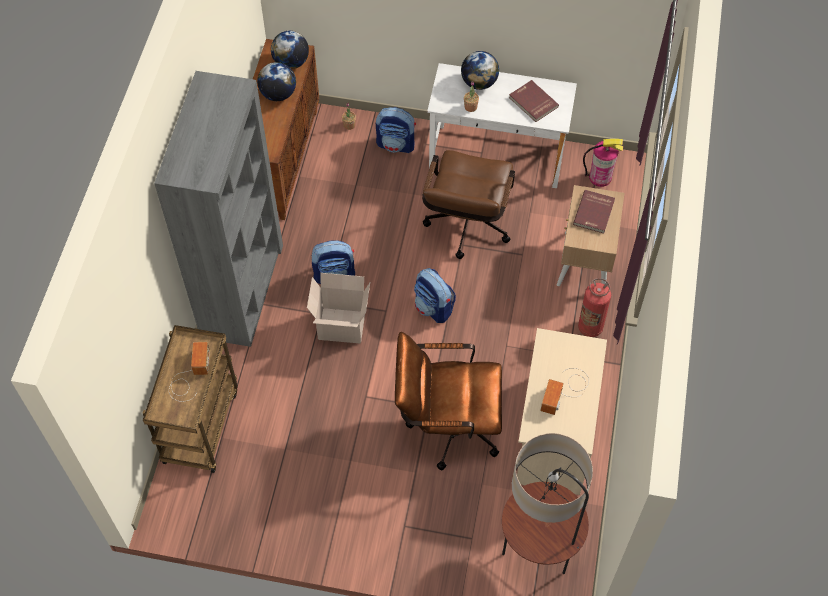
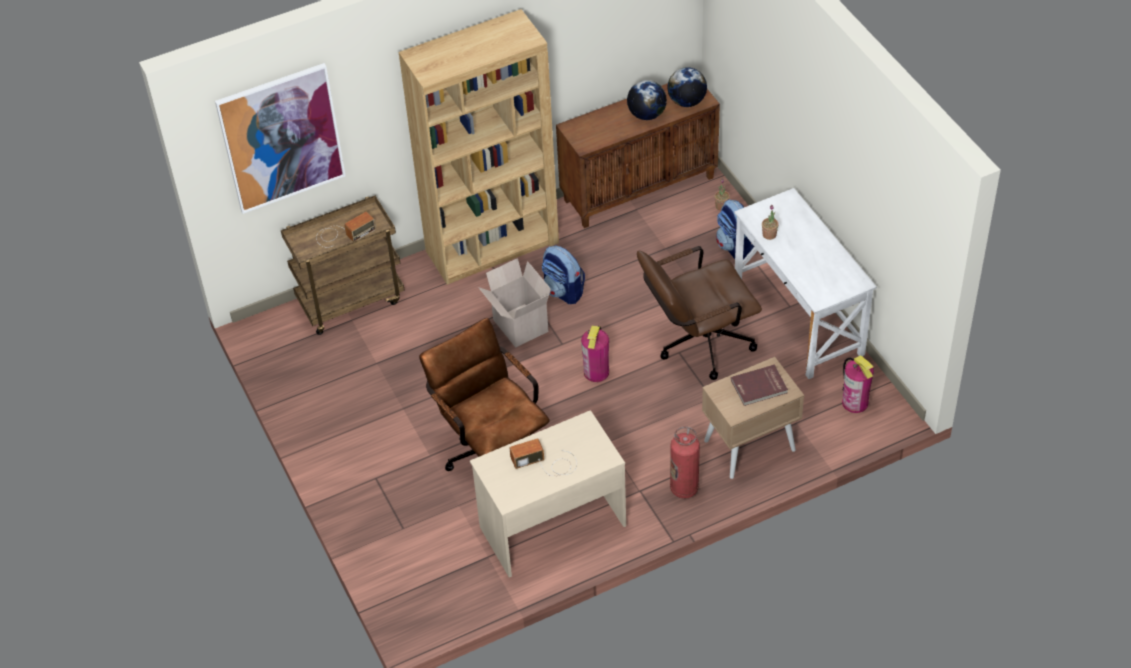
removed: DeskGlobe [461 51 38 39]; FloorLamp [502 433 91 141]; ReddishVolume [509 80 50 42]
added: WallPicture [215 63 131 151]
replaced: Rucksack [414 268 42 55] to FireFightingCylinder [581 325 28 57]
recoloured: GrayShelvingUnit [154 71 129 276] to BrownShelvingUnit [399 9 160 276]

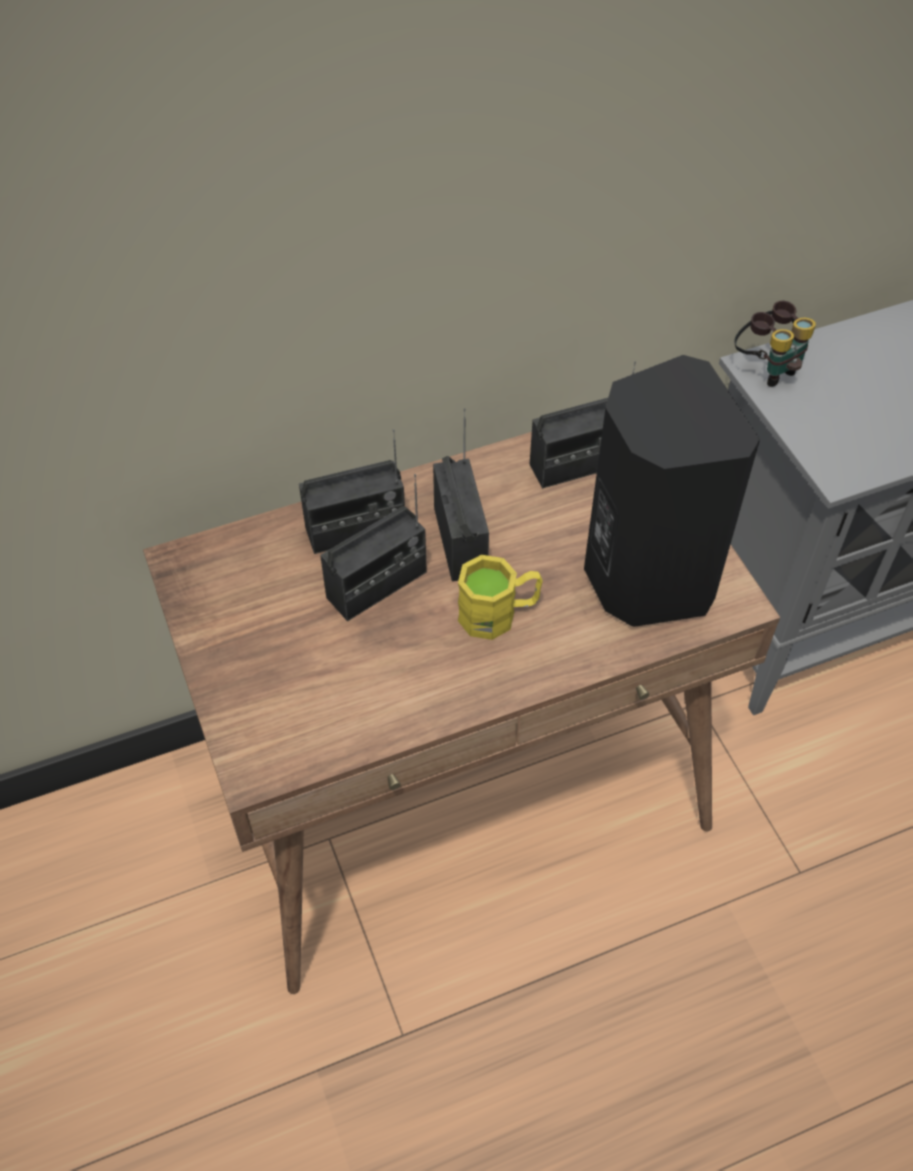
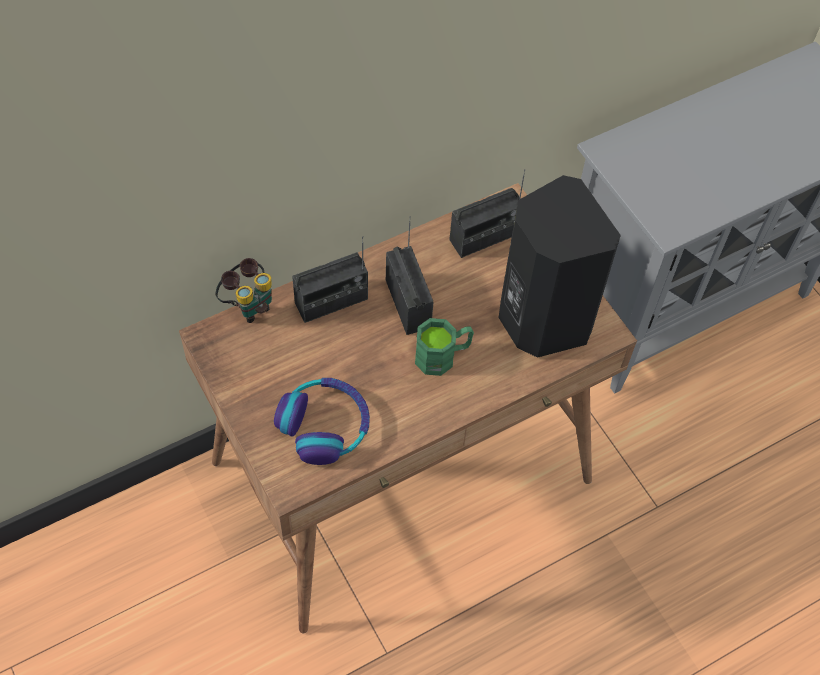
removed: Radio [320 474 107 147]
added: PairOfHeadphones [274 378 96 87]
moved: PairOfBinoculars [734 301 82 86] to [215 258 57 65]
recoloured: YellowColouredTeaMug [458 555 85 85] to GreenColouredTeaMug [415 318 59 58]

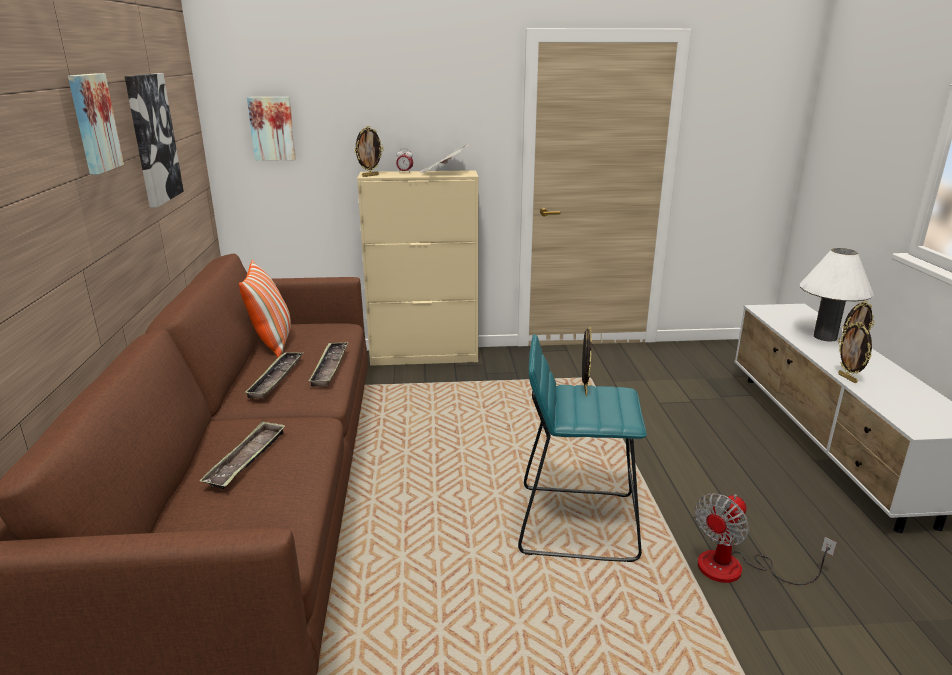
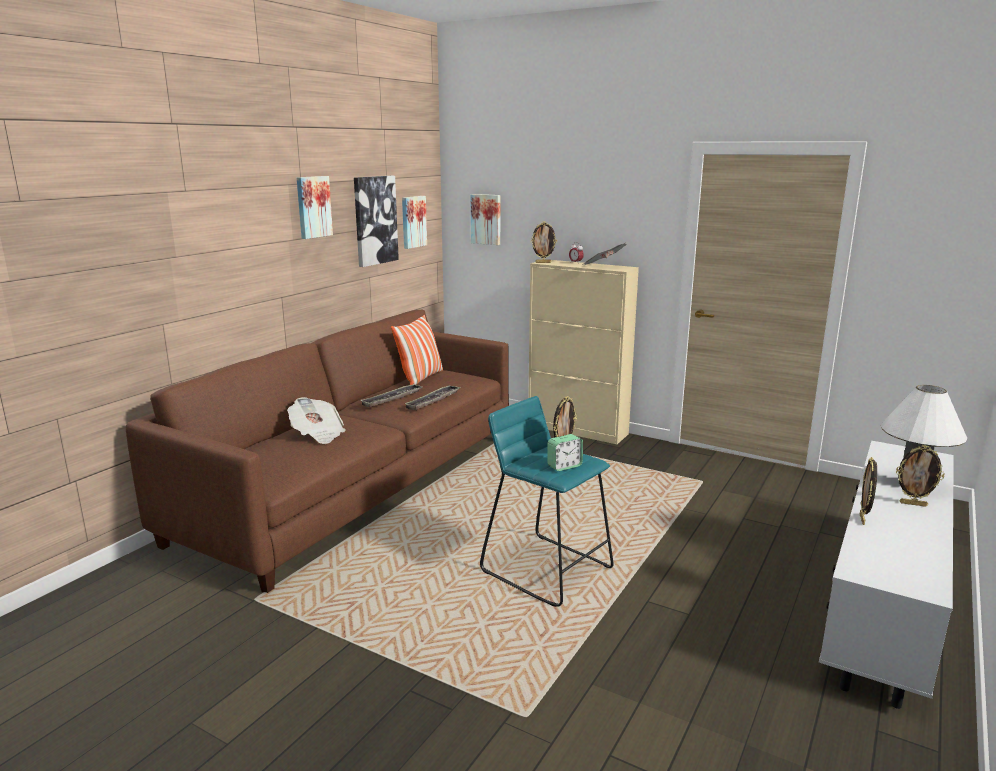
removed: ElectricFan [695 494 142 91]
added: WallPicture [402 196 25 53]; BedsideClock [547 434 36 37]
replaced: Tray [200 421 86 68] to Newspaper [287 397 59 47]

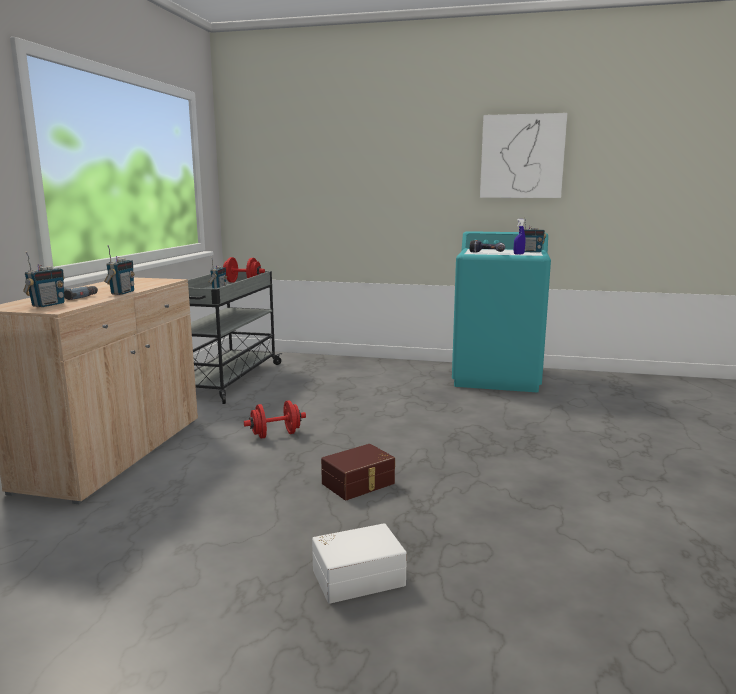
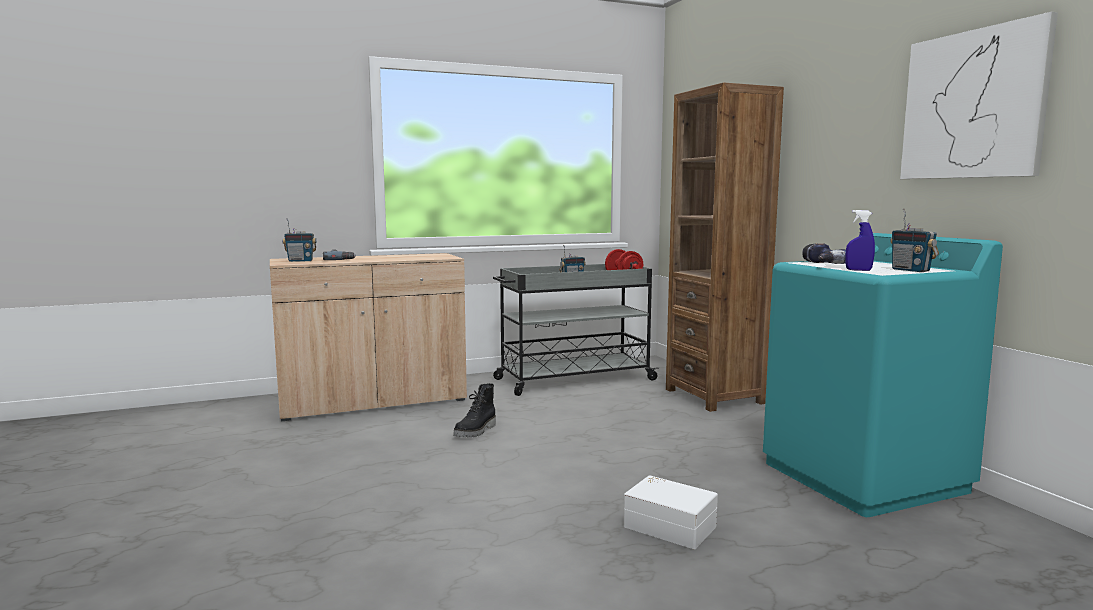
removed: Radio [104 245 31 50]; BrownStorageBin [321 444 74 56]
added: BrownShelvingUnit [666 83 118 329]
moved: WhiteColouredStorageBin [312 523 95 81] to [624 475 94 75]
replaced: ReddishHandWeight [244 400 62 39] to BlackishBoot [453 383 43 54]

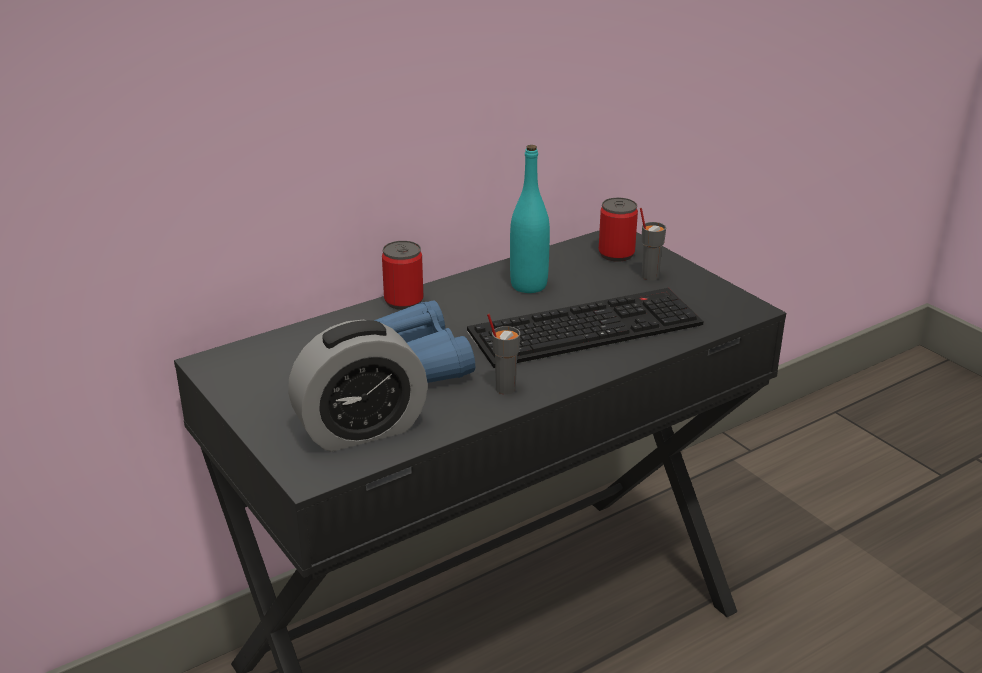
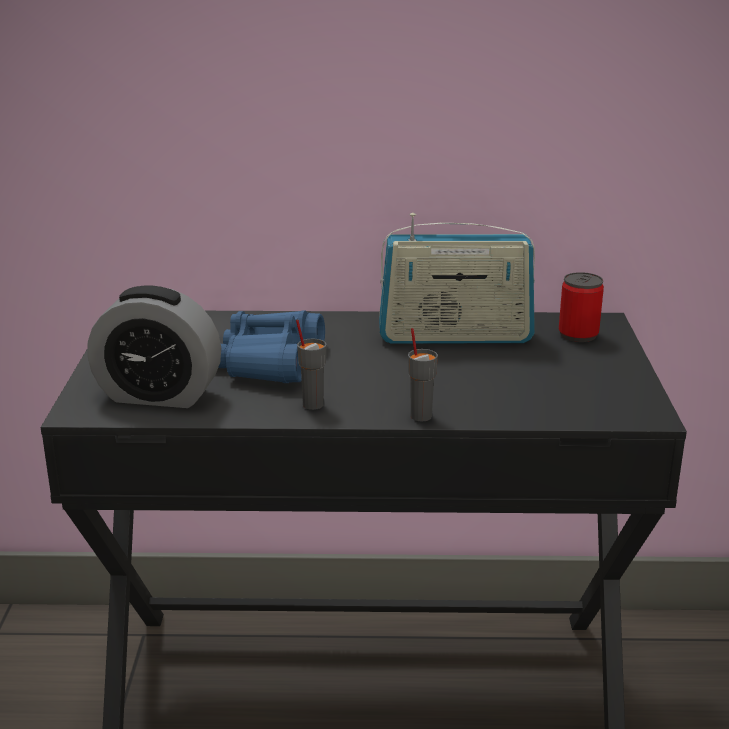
removed: SealedCan [382 241 41 69]; ComputerKeyboard [467 288 237 80]
moved: GraySmallCup [640 208 26 73] to [408 328 30 94]
replaced: BlueGreenBottle [510 145 40 148] to Radio [379 213 156 131]

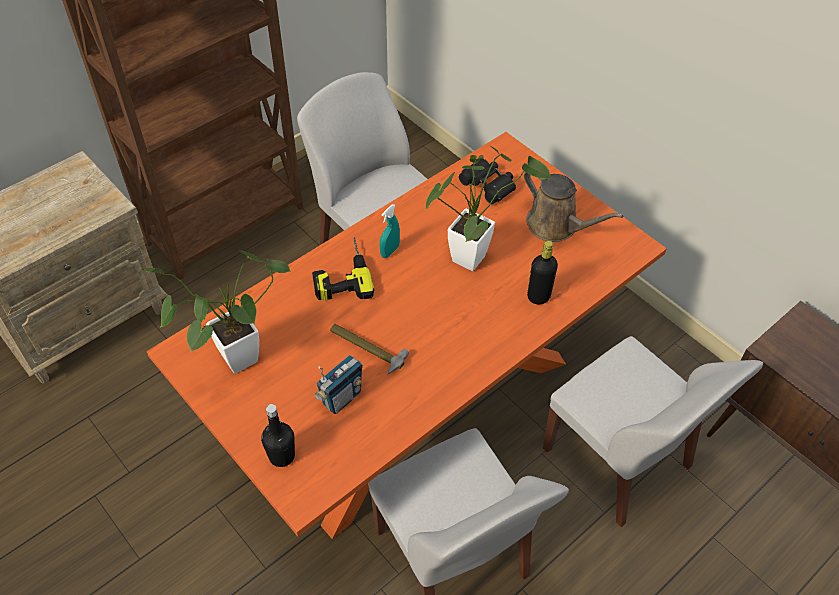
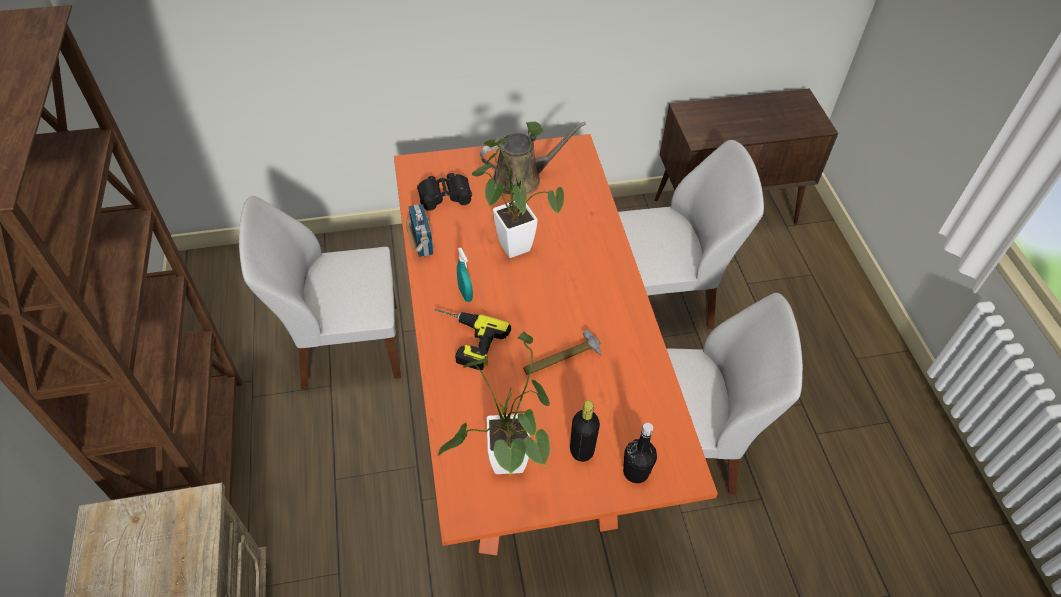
moved: Radio [314 355 49 59] to [406 204 28 53]; BlackishBottle [527 241 31 63] to [570 400 30 62]

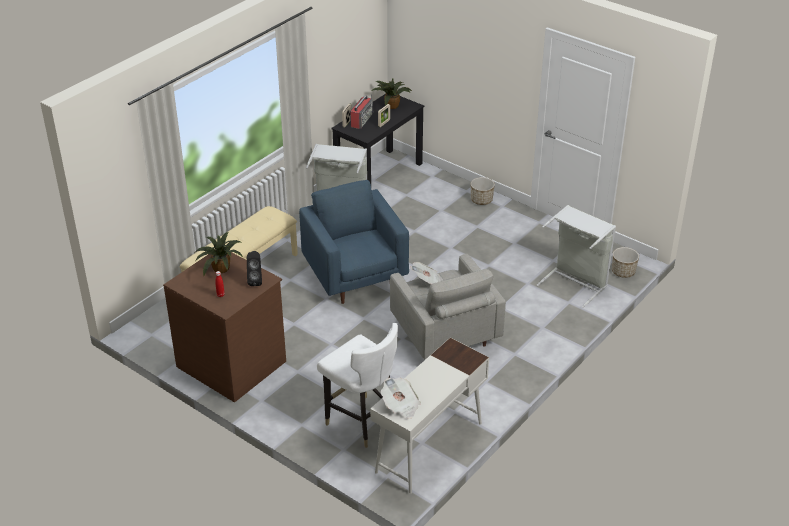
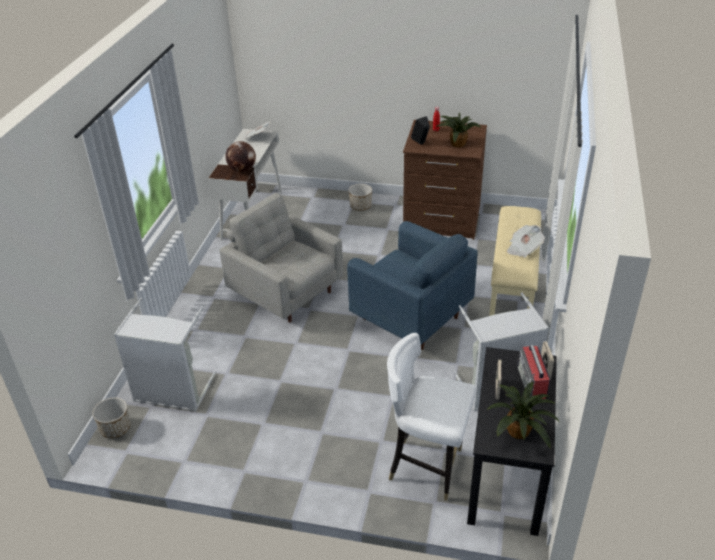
added: DeskGlobe [226 141 30 31]
moved: FlowerPot [471 177 24 28] to [348 184 24 27]; WhiteColouredPlainChair [317 323 81 125] to [387 333 89 168]; Newspaper [410 262 33 22] to [507 225 37 33]

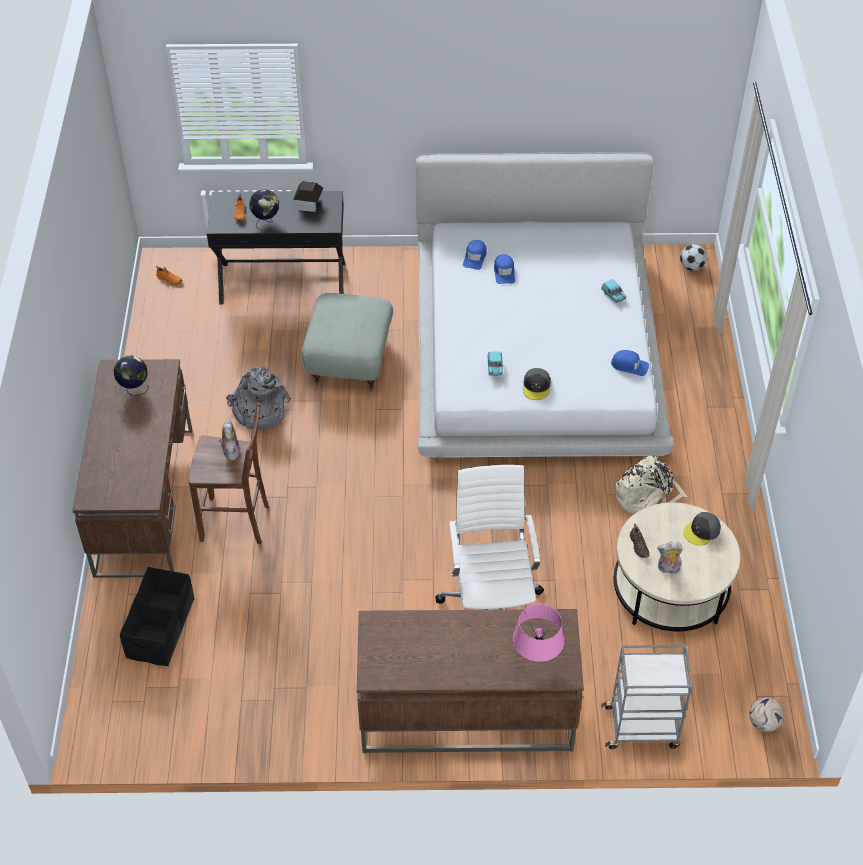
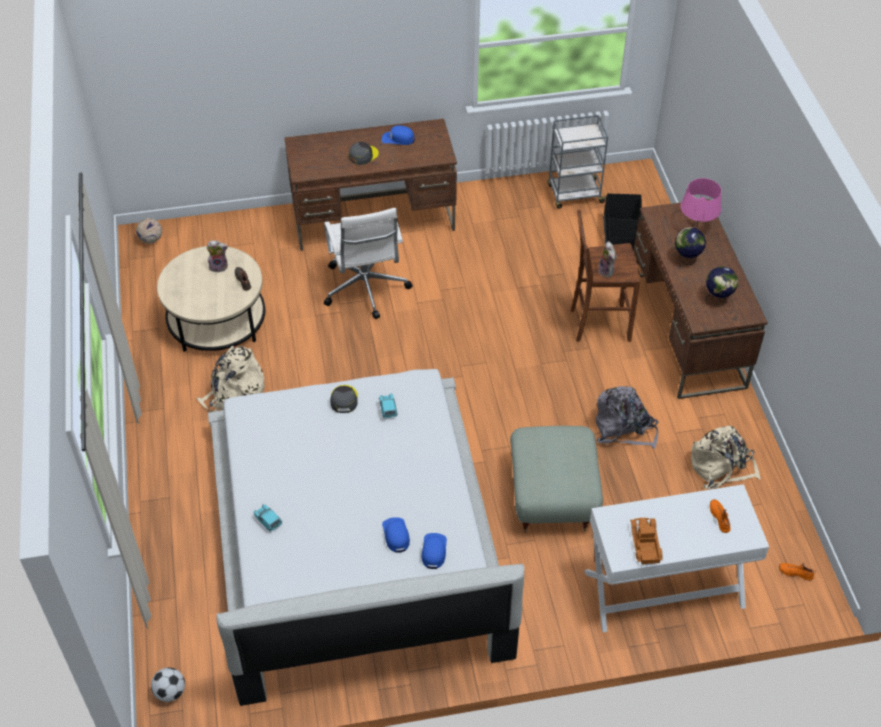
added: BeigeRucksack [691 426 70 63]
moved: GrayBaseballCap [684 512 37 33] to [349 142 30 23]; BlueColouredBaseballCap [611 350 38 26] to [382 125 33 20]; GrayCart [602 645 90 104] to [547 115 61 94]; DeskGlobe [250 189 29 41] to [675 227 31 38]; PinkishTabletopLamp [513 604 52 58] to [681 178 41 48]
replaced: ToyHouse [293 181 30 31] to ModelTruck [630 518 32 46]
recoloured: BlackishConsoleTable [207 191 138 114] to WhiteColouredConsoleTable [584 484 185 148]

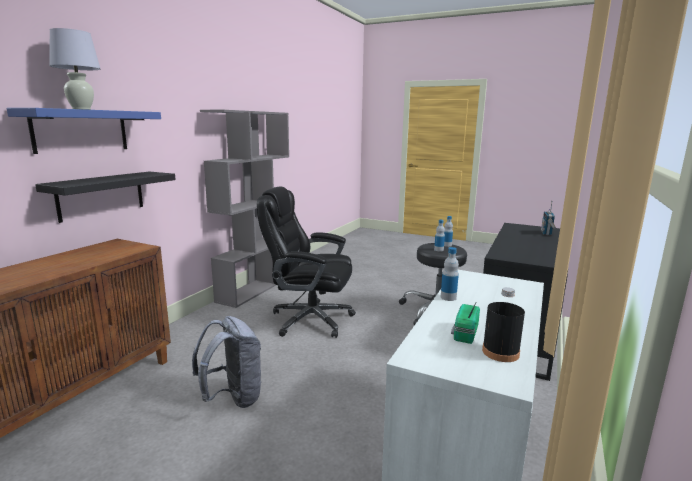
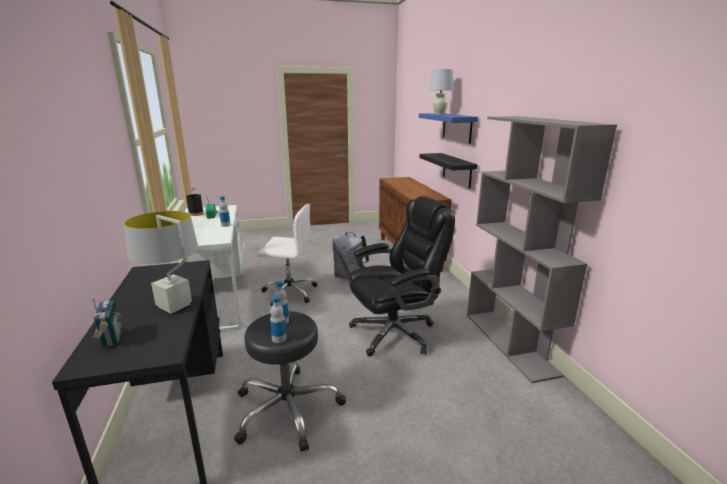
added: GrayTabletopLamp [124 211 74 102]; WhiteColouredDeskChair [257 204 60 102]

